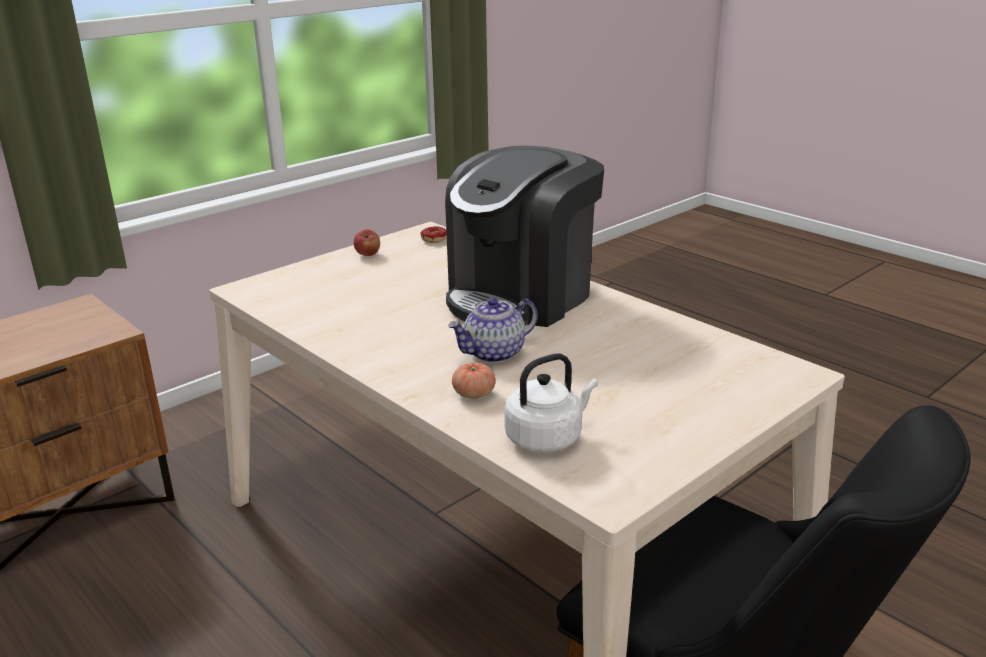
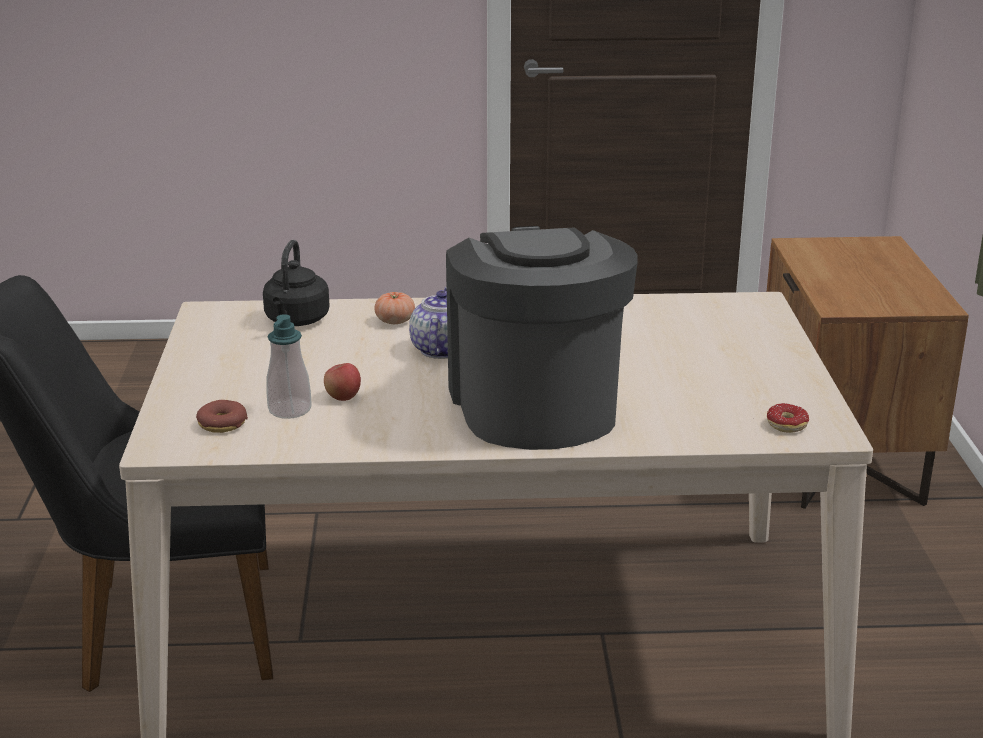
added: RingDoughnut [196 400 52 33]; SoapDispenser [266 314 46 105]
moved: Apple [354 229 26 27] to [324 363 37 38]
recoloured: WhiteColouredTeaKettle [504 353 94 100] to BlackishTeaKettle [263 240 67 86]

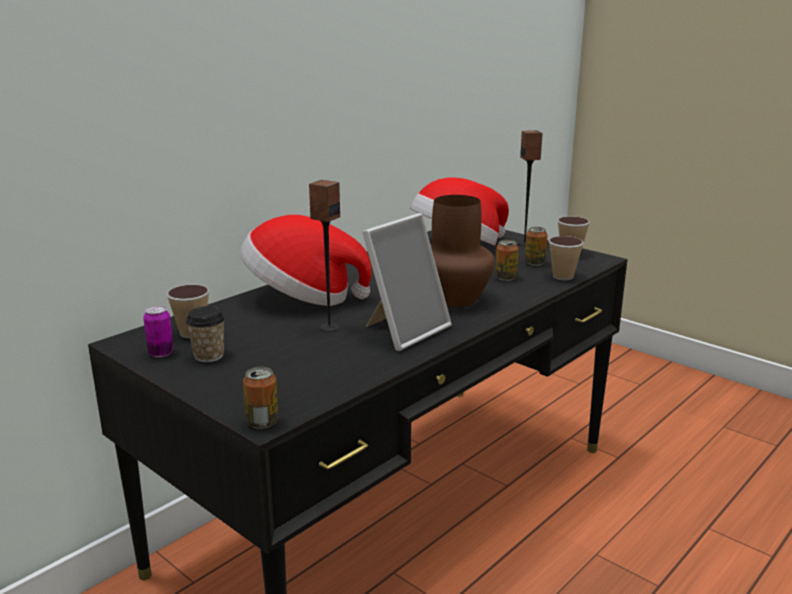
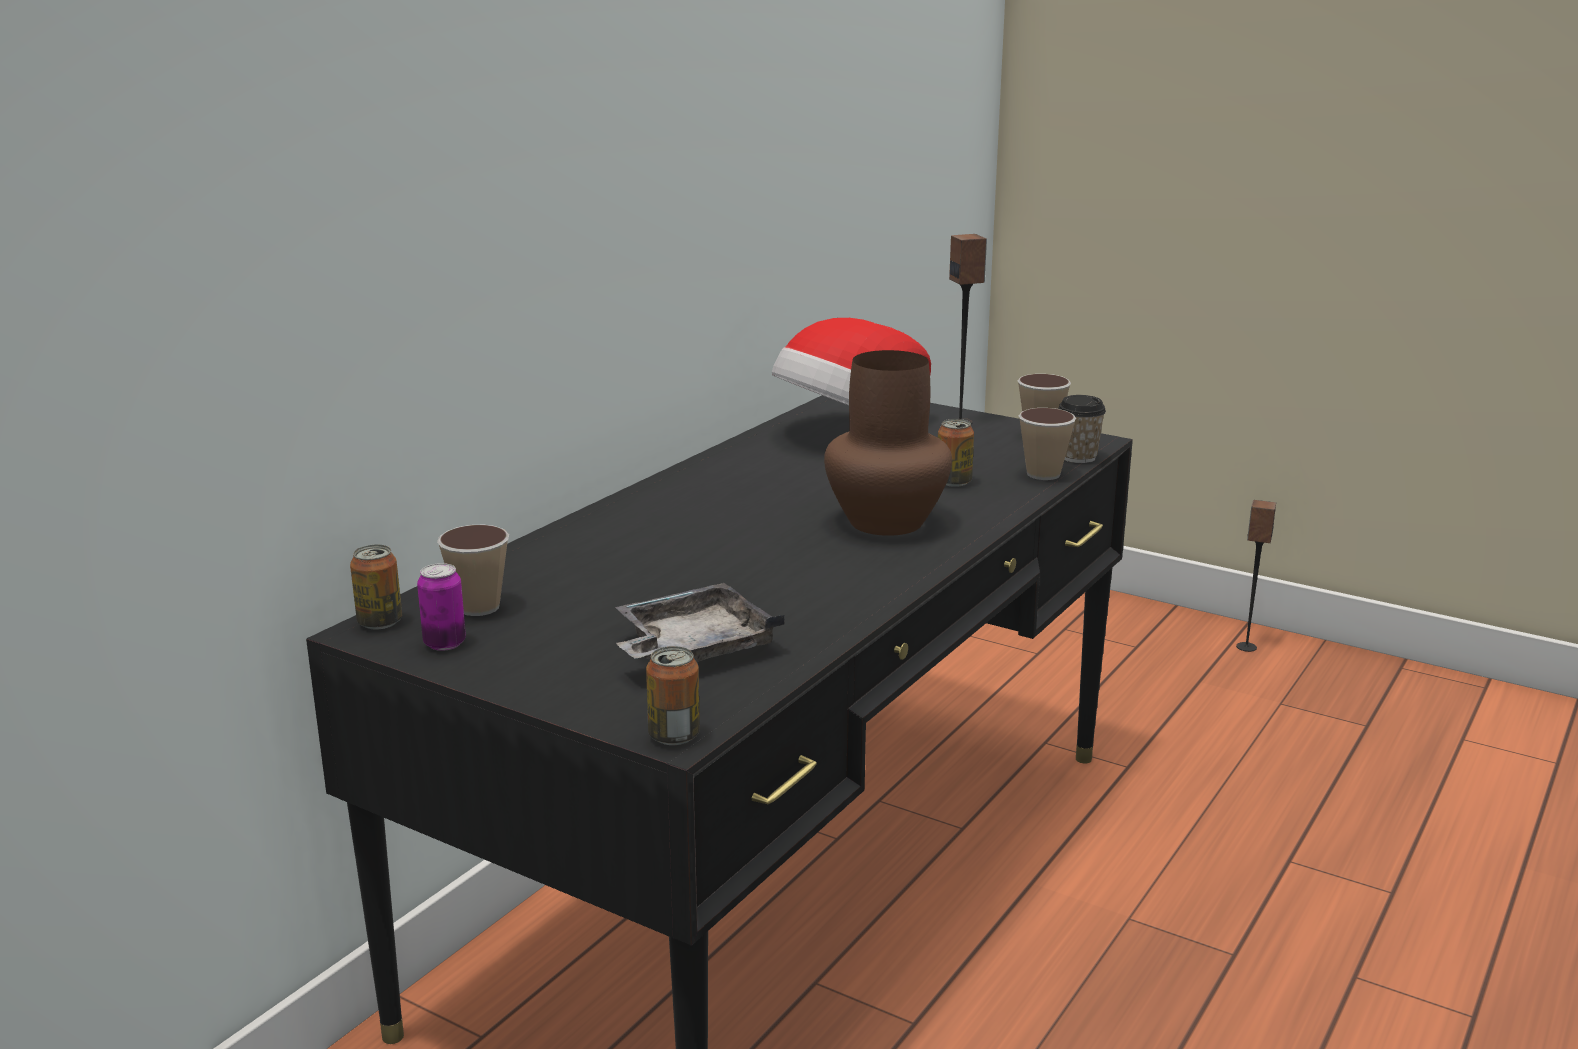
removed: ClothingHat [240 215 132 91]; PictureFrame [362 213 90 138]
added: GrayTray [615 583 169 79]
moved: SealedCan [525 227 22 39] to [350 545 52 85]; SmallCup [186 306 39 56] to [1058 395 48 68]; Speaker [309 180 31 152] to [1236 500 40 152]

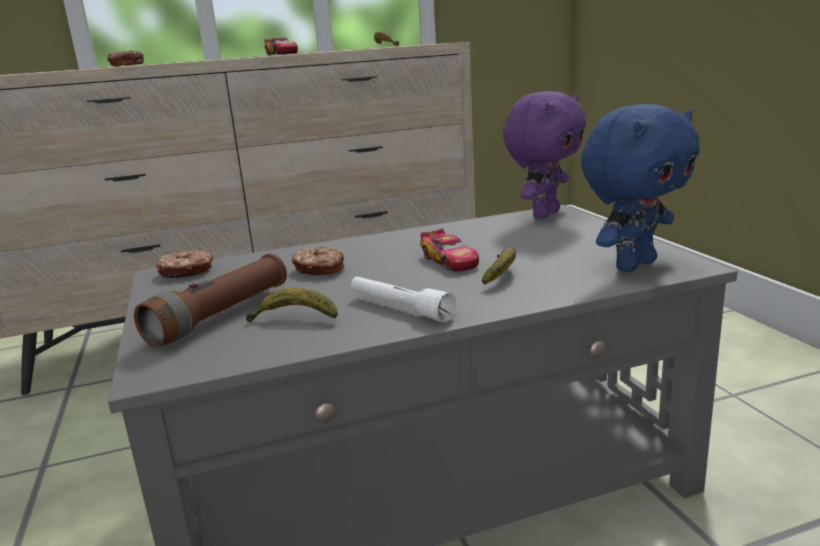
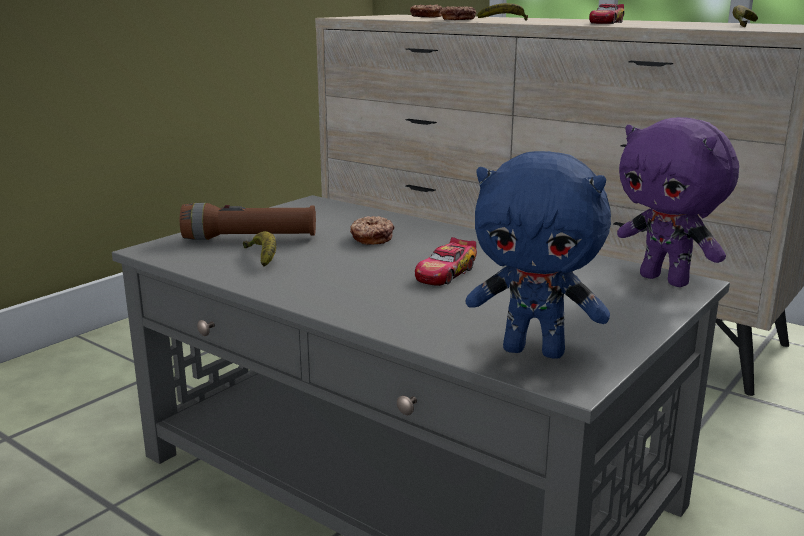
removed: WhiteColouredHandTorch [351 276 105 47]
moved: RingDoughnut [156 249 57 29] to [410 4 32 14]; BananaFruit [482 247 34 38] to [477 3 51 18]
turned: PurpleColouredSoftToy [503 91 84 128] = [617 117 122 170] 45 degrees clockwise

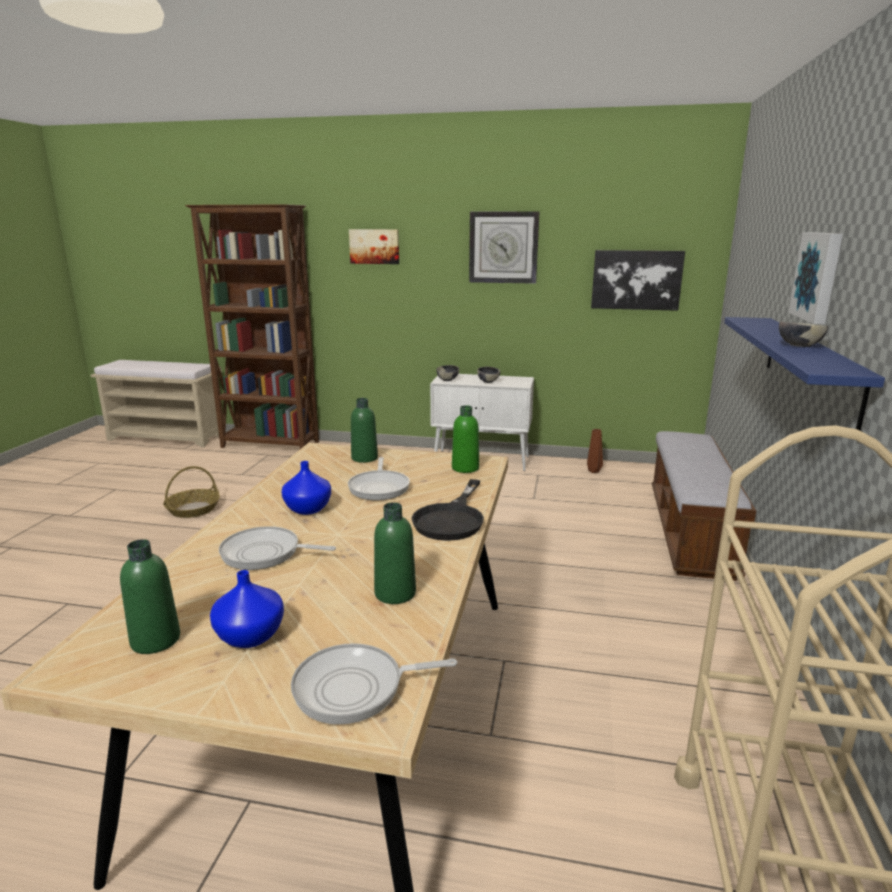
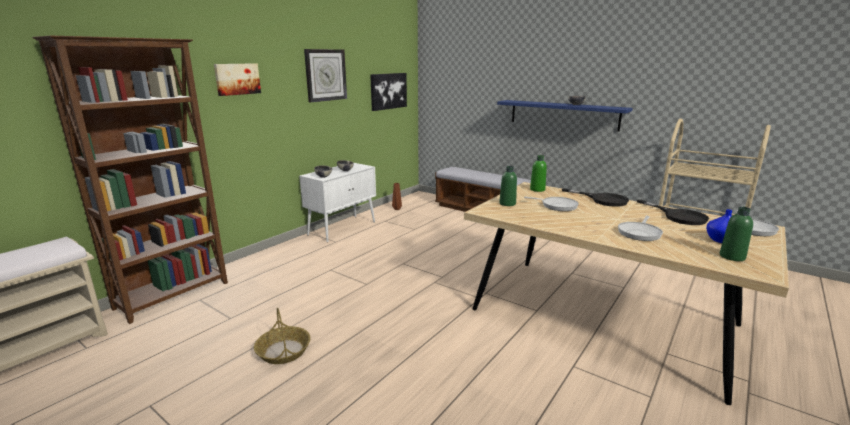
removed: BlueColouredFlowerVase [282 461 49 54]; WallPicture [788 232 55 92]
replaced: GreenColouredBottle [374 502 42 102] to BlackishSkillet [637 199 72 26]

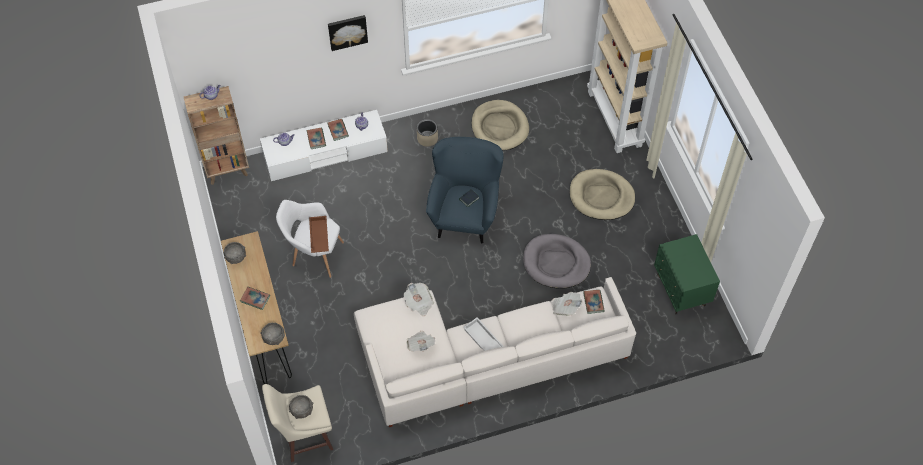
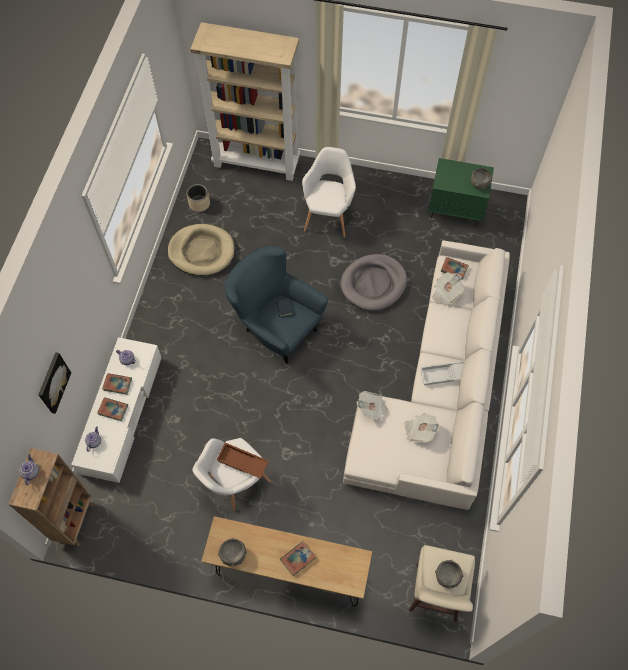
moved: WallPicture [328 15 40 36] to [38 352 33 62]; BeigeFlowerPot [417 119 21 28] to [187 184 23 28]; GrayBowl [260 322 25 23] to [471 168 21 22]
replaced: BeigeDogBed [570 169 65 51] to WhiteColouredEasyChair [302 147 54 90]

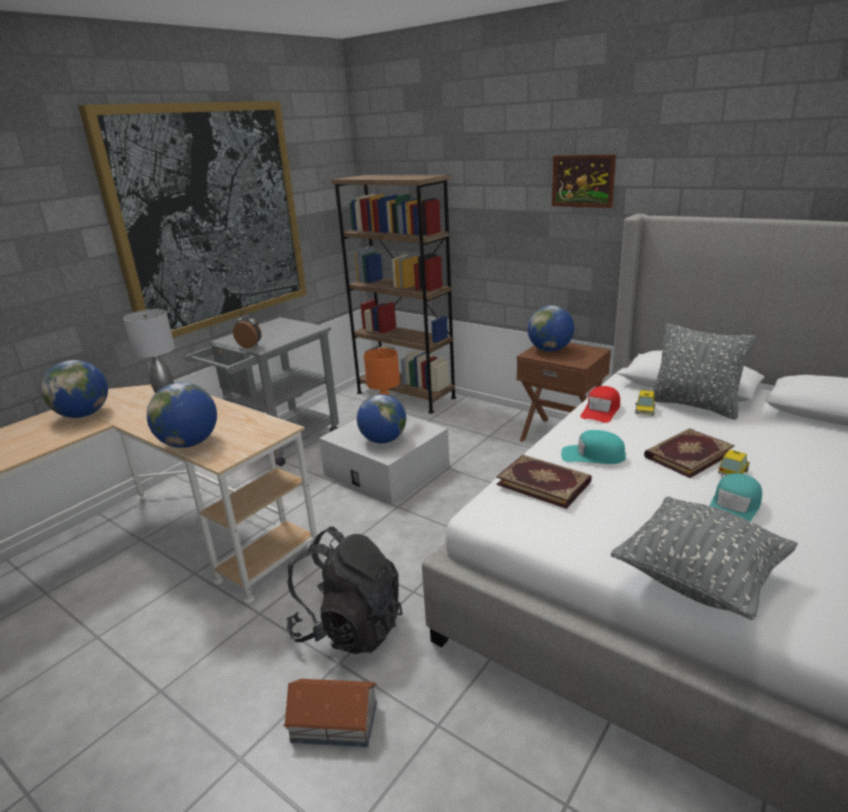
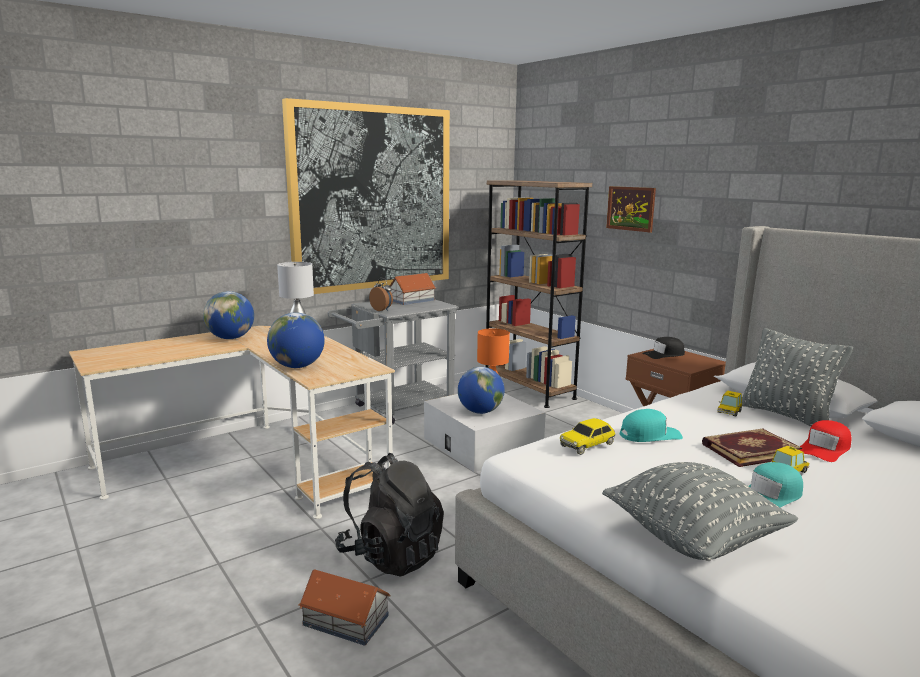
added: ToyHouse [390 273 46 32]
moved: WallPicture [552 154 64 54] to [606 186 50 47]; ReddishBaseballCap [581 386 39 37] to [800 420 52 42]
replaced: Volume [496 455 96 54] to ToyCar [560 418 56 37]; DeskGlobe [527 305 47 47] to BlackishBaseballCap [642 337 43 22]
turned: BlueGreenBaseballCap [561 430 65 34] = [620 409 63 33] 135 degrees clockwise

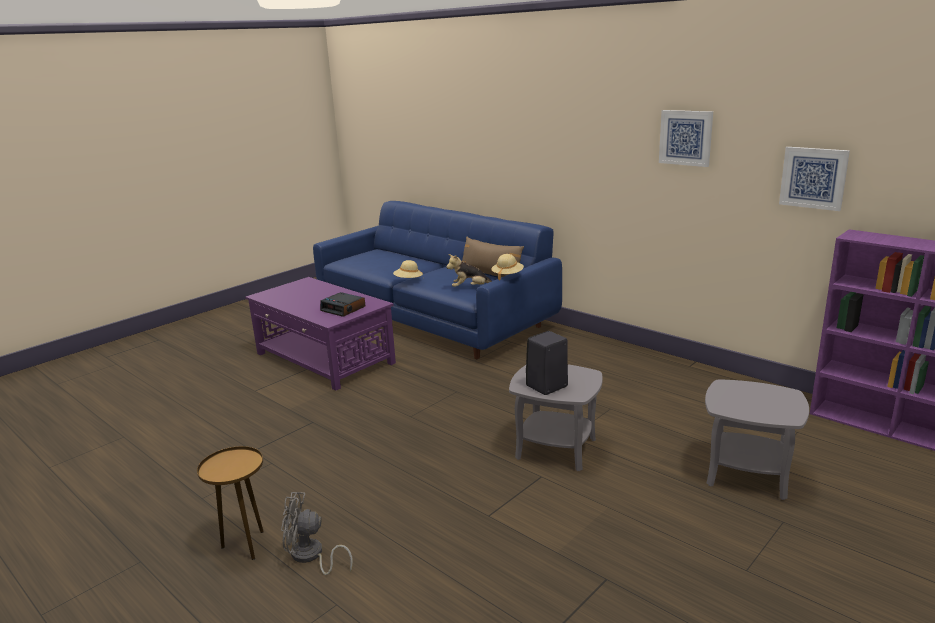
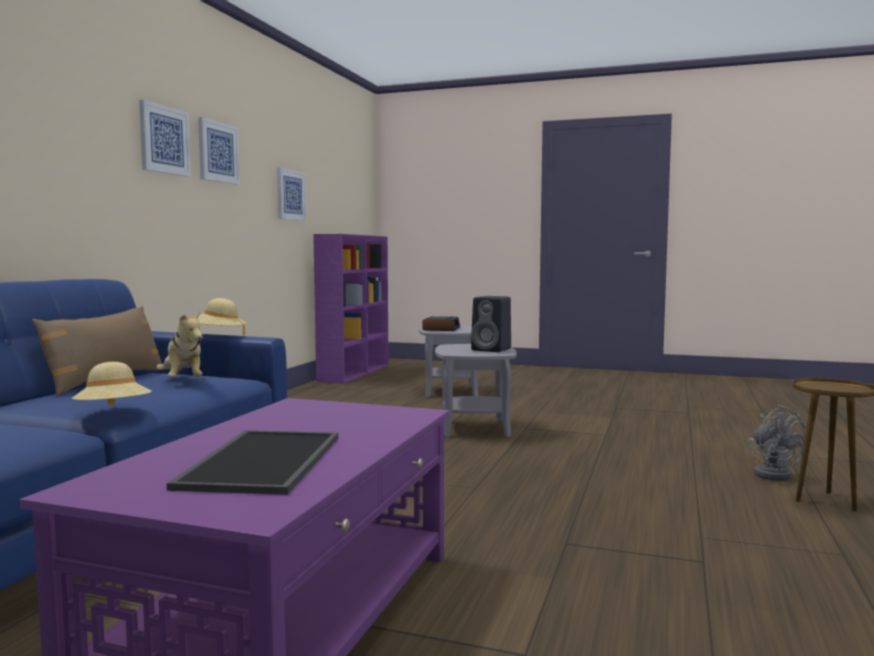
added: WallPicture [139 100 52 77]; Tray [167 430 171 65]
moved: BedsideClock [320 292 45 25] to [423 316 37 15]

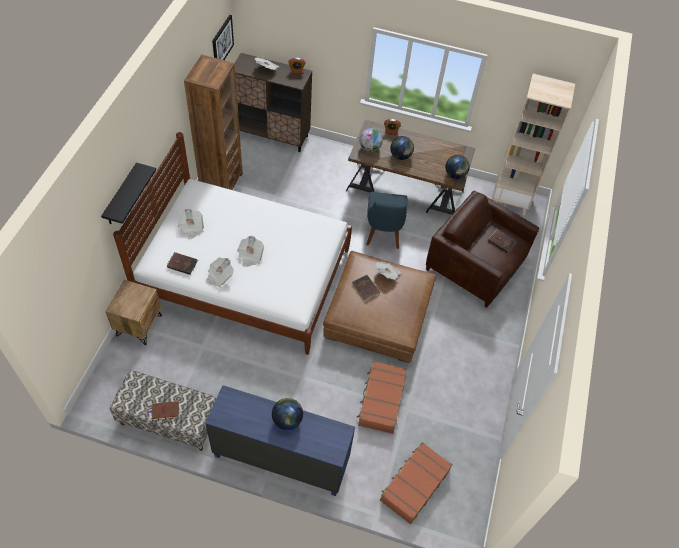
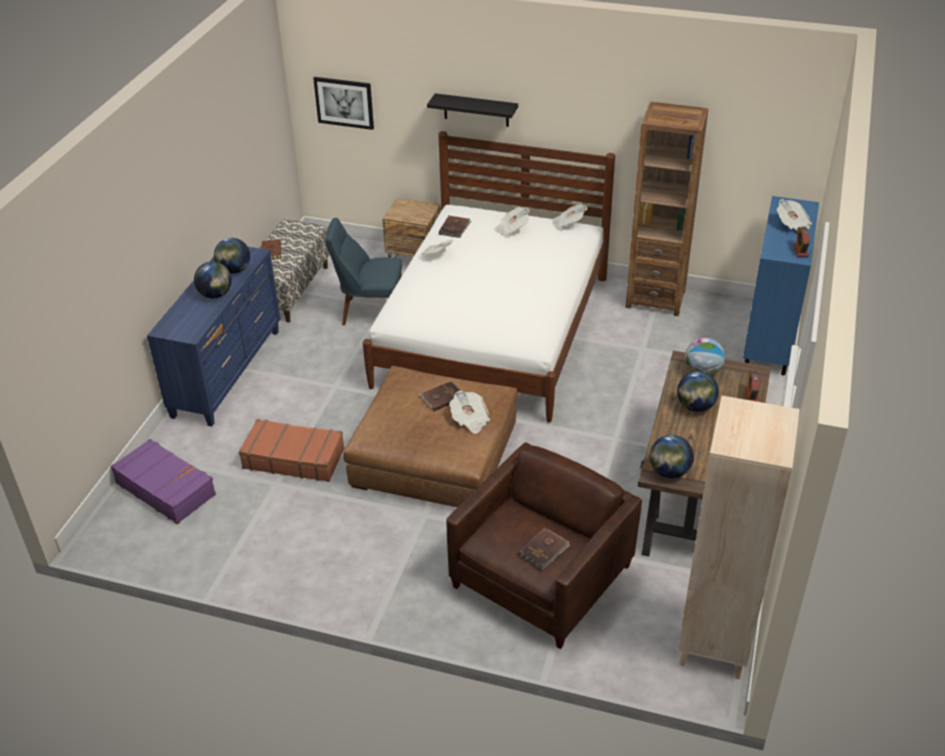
added: DeskGlobe [214 238 36 36]
moved: WallPicture [212 15 22 45] to [313 77 61 53]; BlueColouredPlainChair [366 192 41 57] to [325 218 77 107]; Newspaper [237 236 27 31] to [552 203 35 26]
recoloured: BrownPieceOfLuggage [380 442 73 82] to PurpleColouredPieceOfLuggage [110 439 106 85]; BrownCabinet [235 53 77 99] to BlueColouredCabinet [743 196 76 180]

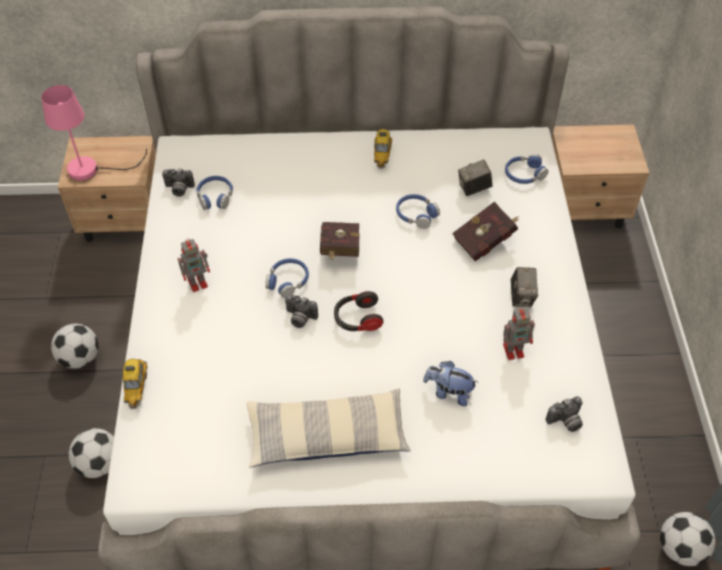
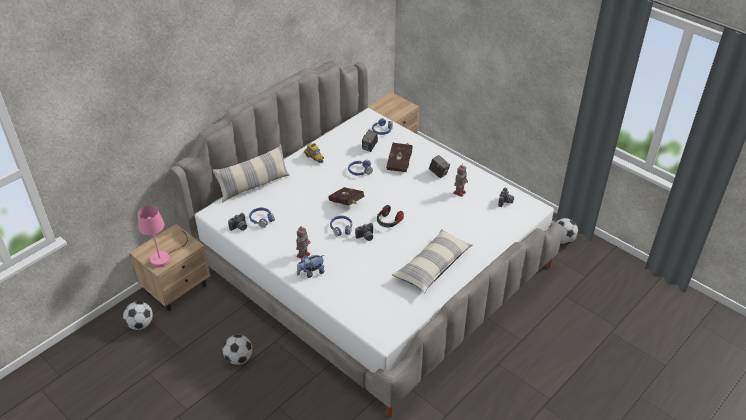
removed: ToyCar [123 359 24 50]
added: ThrowPillow [213 145 77 57]
moved: FootballBall [69 428 45 50] to [123 301 30 29]; SoftToy [423 361 55 45] to [297 255 28 23]

